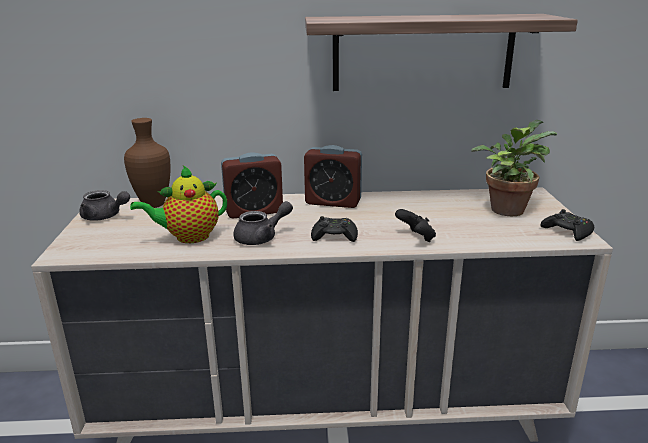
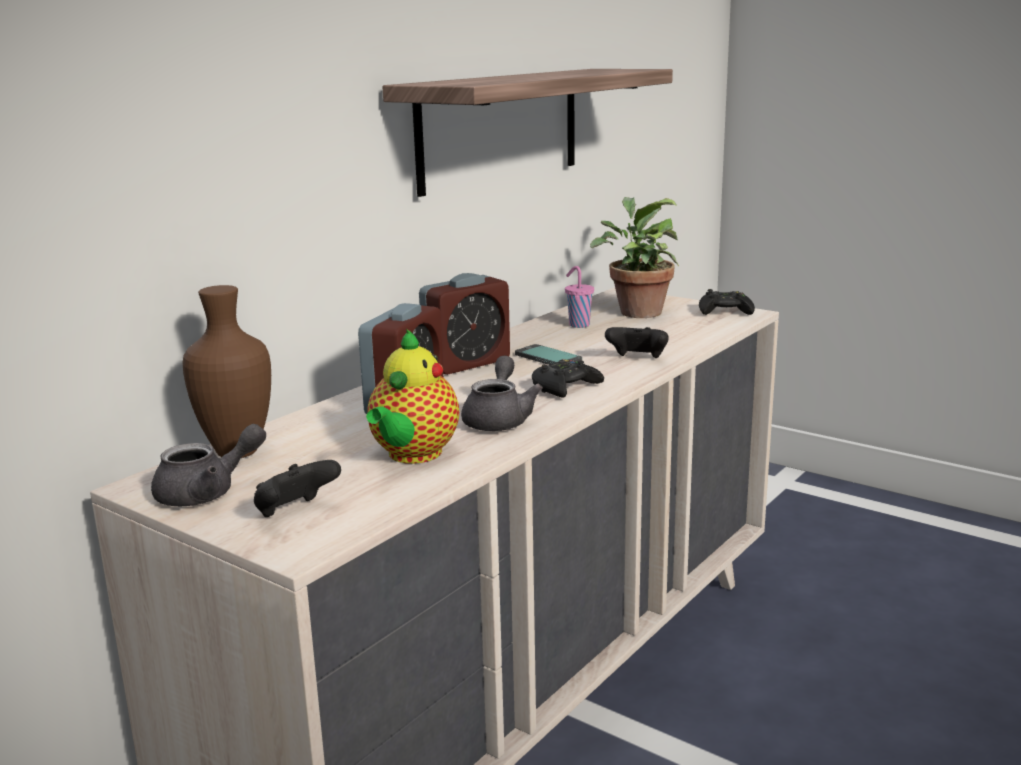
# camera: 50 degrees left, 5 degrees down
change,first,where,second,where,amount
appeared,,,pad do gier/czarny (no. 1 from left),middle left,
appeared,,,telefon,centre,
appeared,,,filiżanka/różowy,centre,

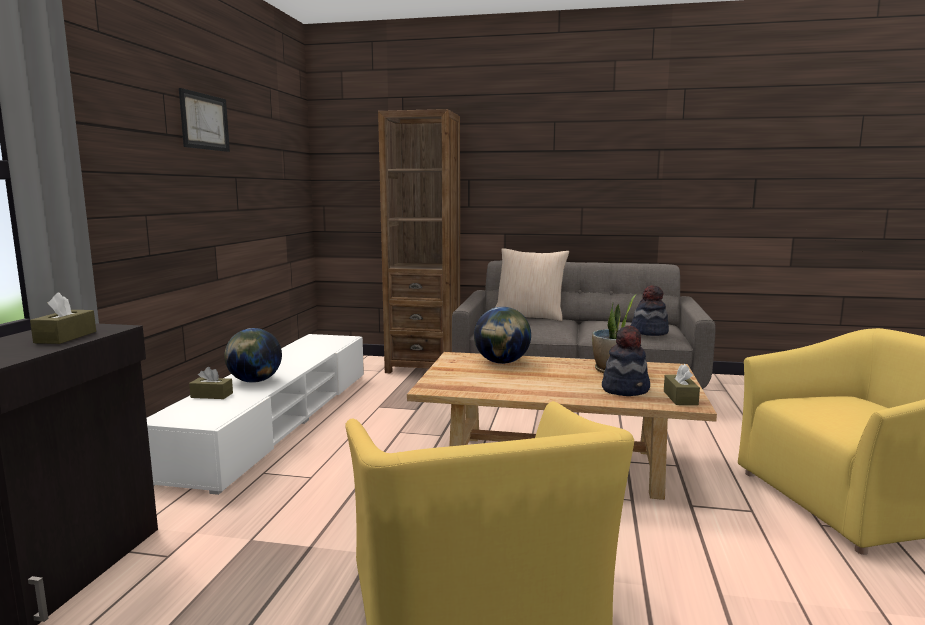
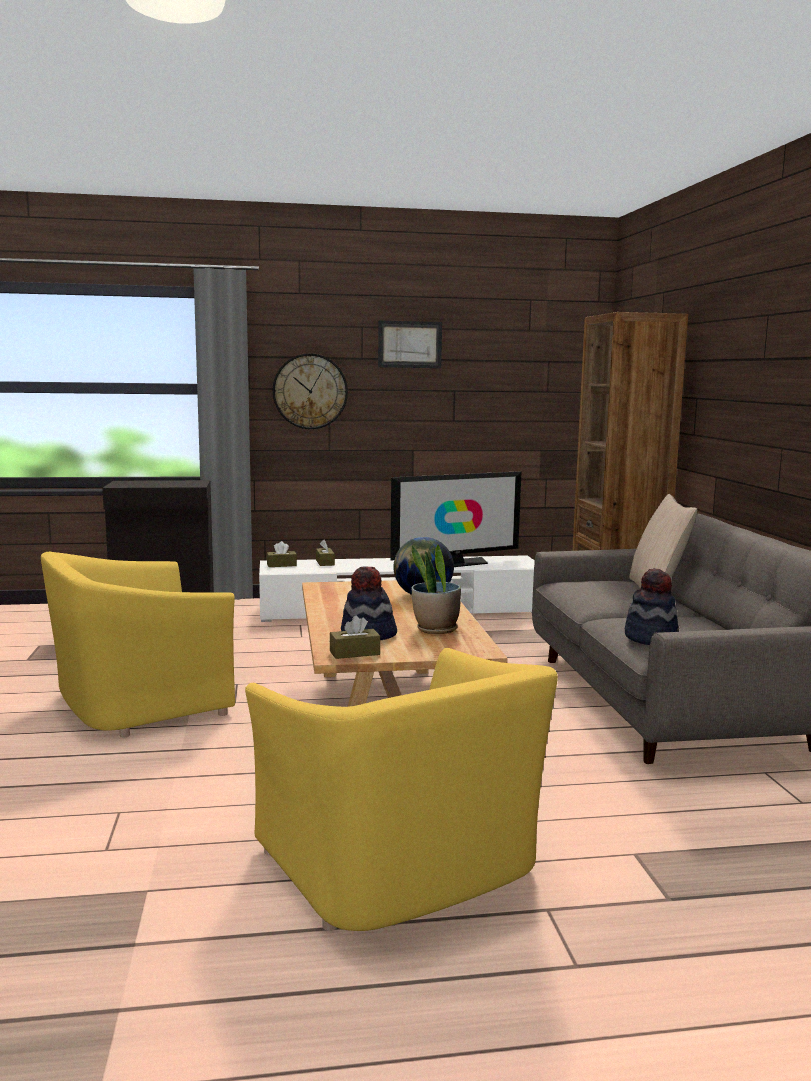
# camera: 70 degrees right, 0 degrees up
change,first,where,second,where,amount
relocated,pudełko chusteczek/brązowy (no. 1 from left),middle left,,centre,
missing,globus (no. 1 from left),middle left,,,
appeared,,,zegar ścienny,centre,
appeared,,,telewizor,centre,

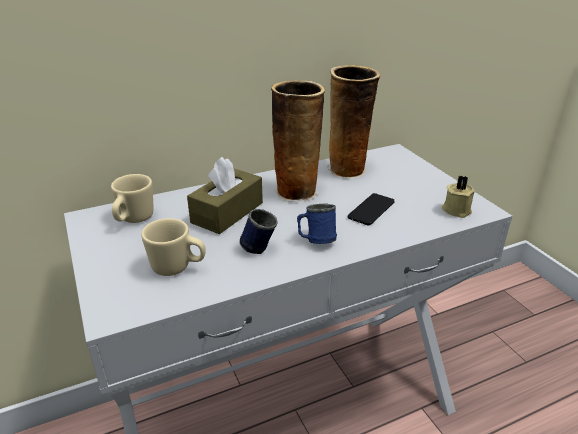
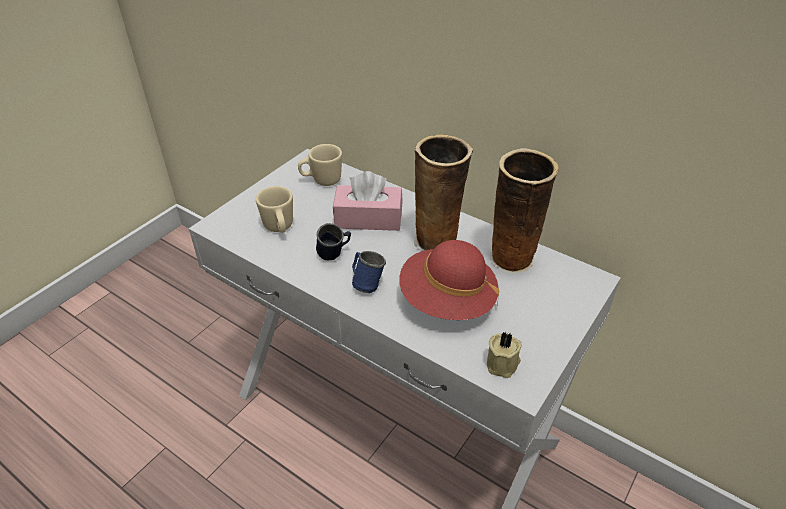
# camera: 60 degrees right, 10 degrees up
change,first,where,second,where,amount
colour,pudełko chusteczek/brązowy,centre,pudełko chusteczek/różowy,centre,
exchanged,telefon,centre,kapelusz/czerwony,centre,

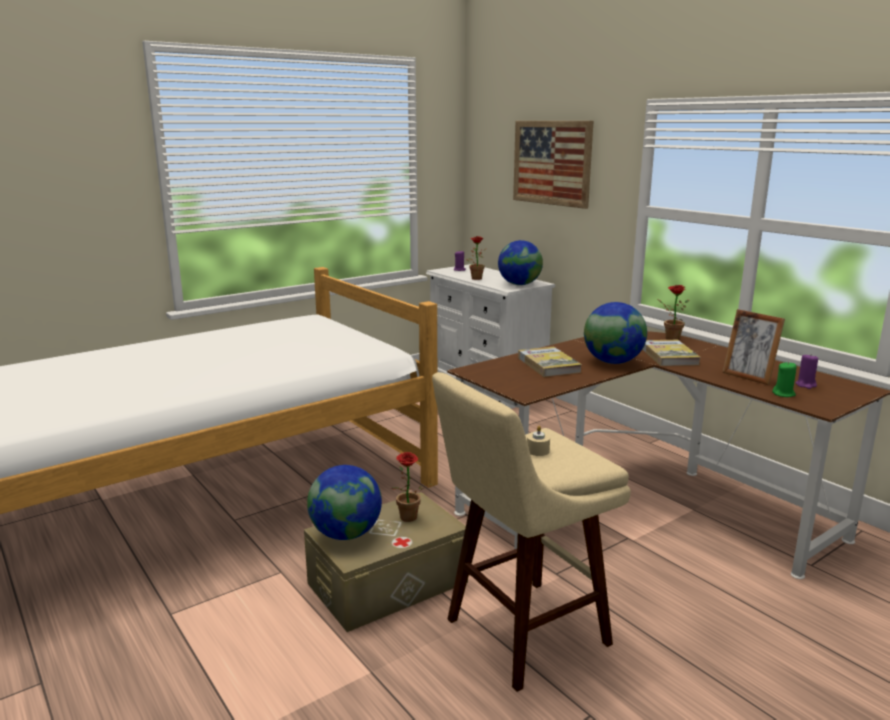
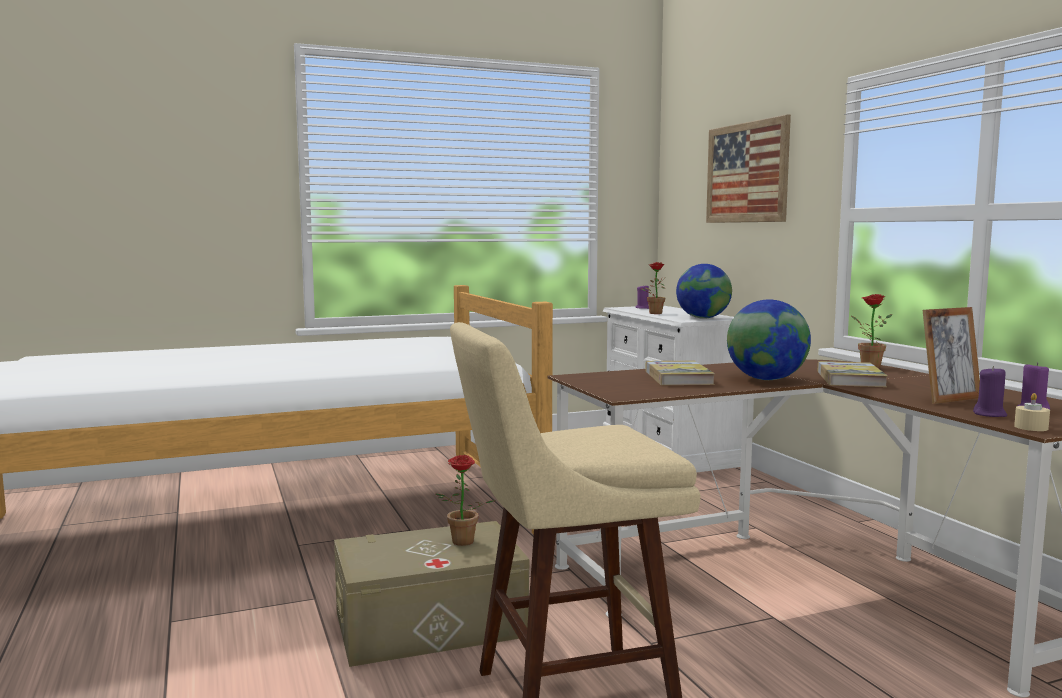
# camera: 15 degrees right, 10 degrees down
change,first,where,second,where,amount
missing,globus (no. 1 from left),bottom centre,,,
relocated,świeca/beżowy,centre,,middle right,
spun,ramka na zdjęcie,middle right,,middle right,90 degrees counterclockwise
colour,świeca/zielony,middle right,świeca/fioletowy (no. 2 from left),middle right,

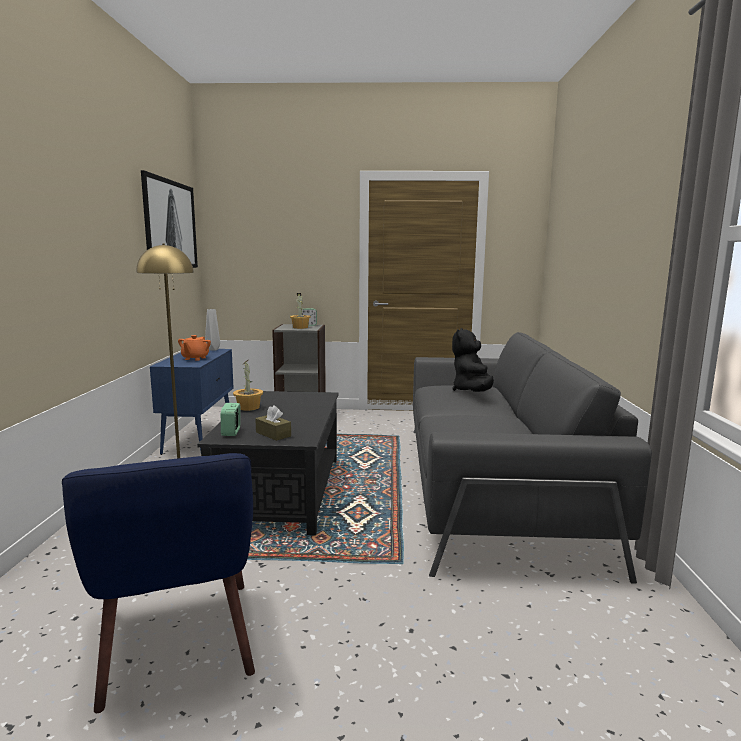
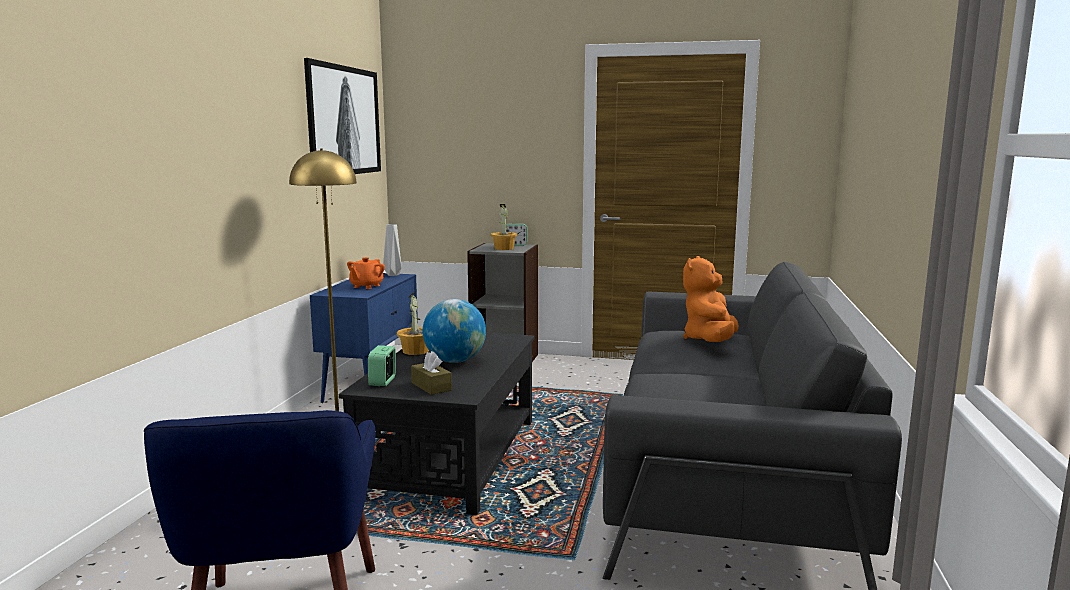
# camera: 10 degrees right, 0 degrees up
change,first,where,second,where,amount
colour,pluszak/czarny,centre,pluszak/pomarańczowy,centre,
appeared,,,globus,centre,

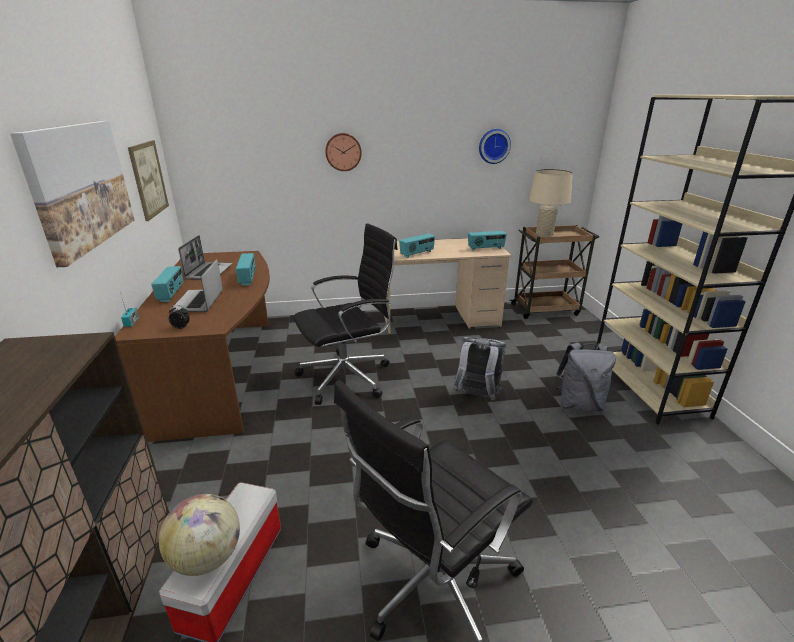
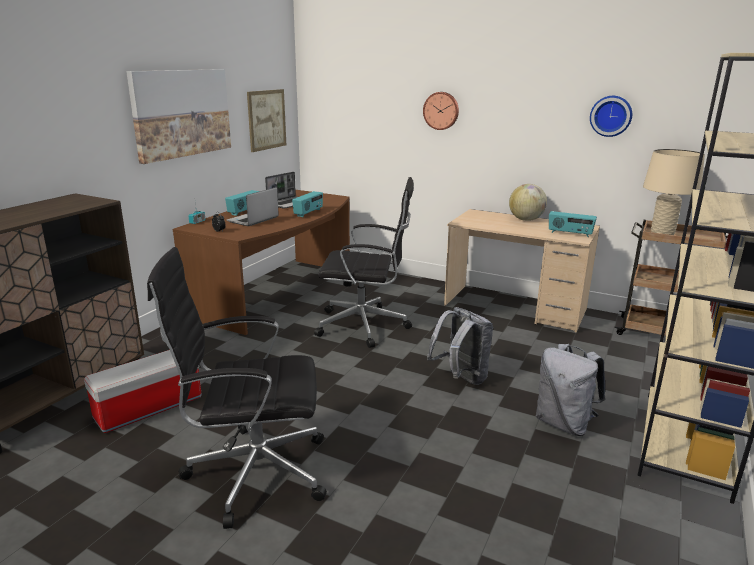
# camera: 35 degrees right, 5 degrees down
change,first,where,second,where,amount
relocated,globus,bottom left,,middle right,
missing,radio (no. 4 from left),centre,,,

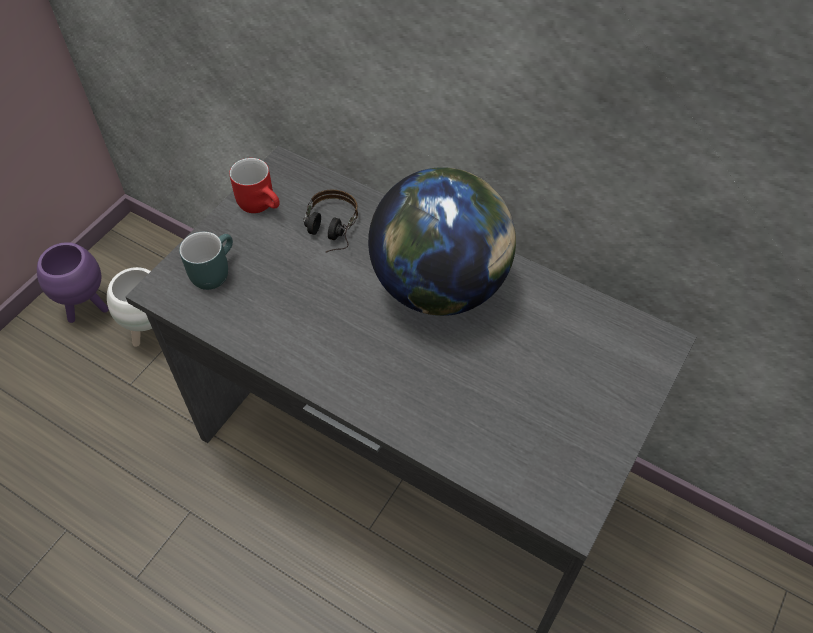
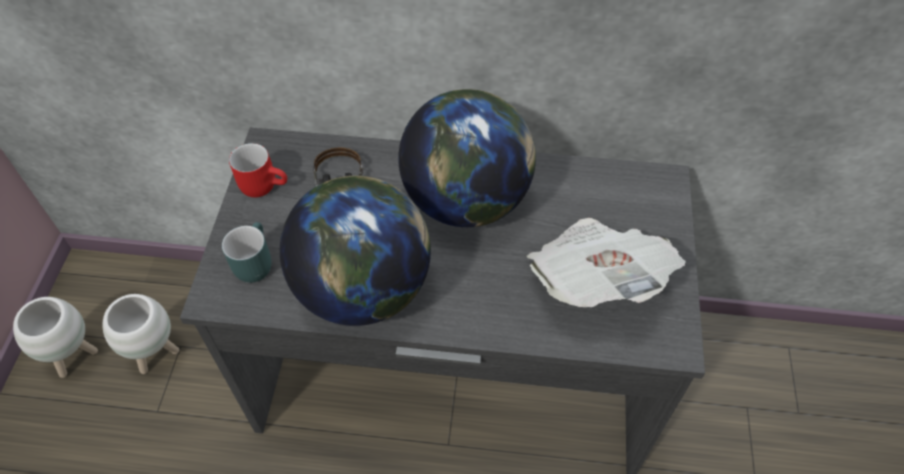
# camera: 25 degrees left, 0 degrees up
change,first,where,second,where,amount
colour,donica/fioletowy,middle left,donica/biały (no. 1 from left),bottom left,
appeared,,,globus (no. 1 from left),centre,
appeared,,,gazeta,middle right,

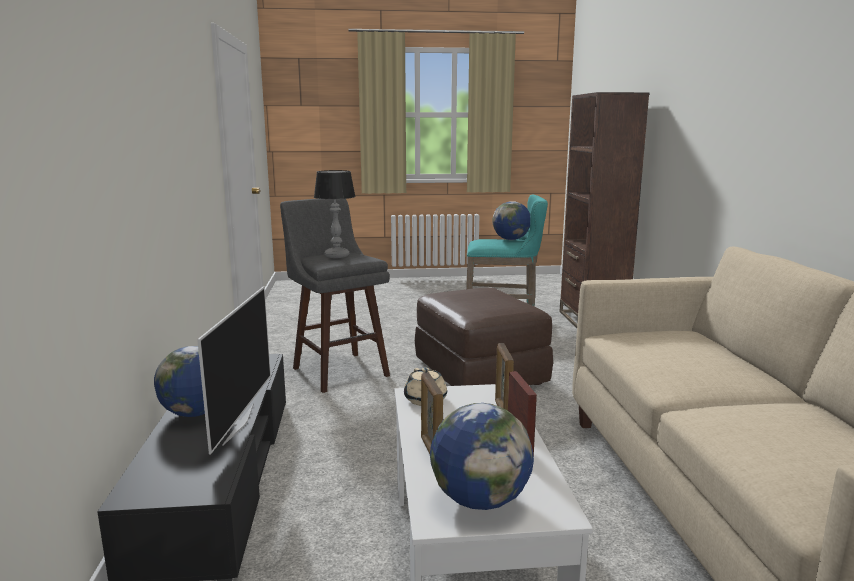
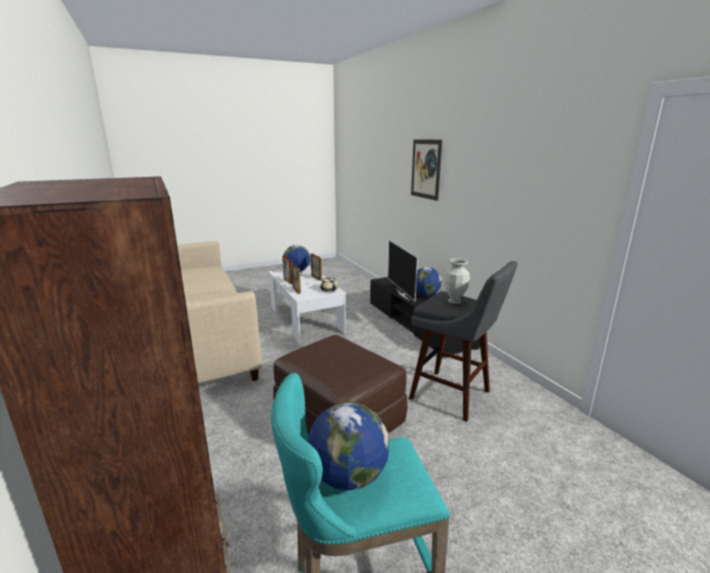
# camera: 160 degrees right, 5 degrees up
change,first,where,second,where,amount
exchanged,lampa stołowa,centre,wazon,centre,
appeared,,,obraz,top centre,

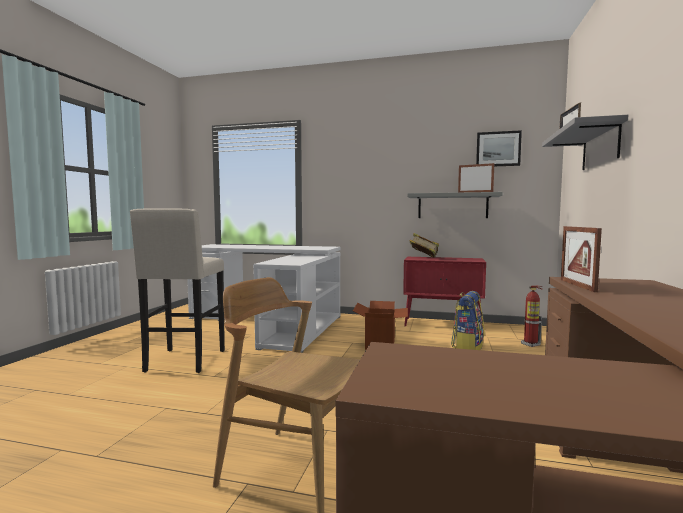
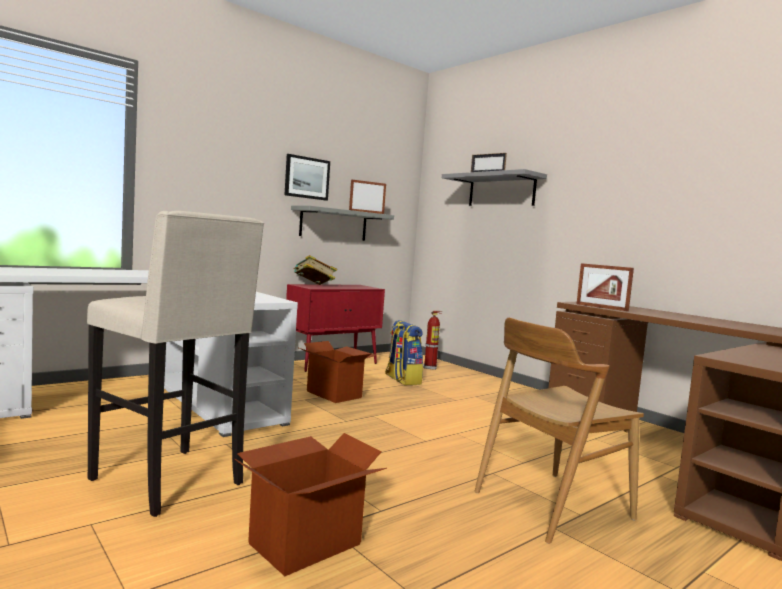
# camera: 55 degrees left, 0 degrees up
change,first,where,second,where,amount
relocated,obraz,top right,,top centre,
appeared,,,karton (no. 1 from left),bottom centre,

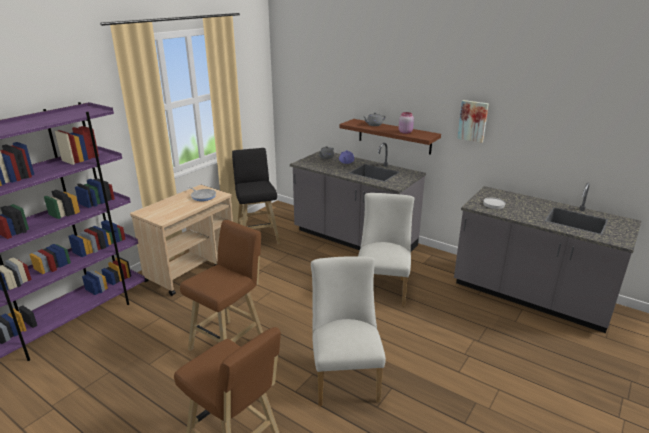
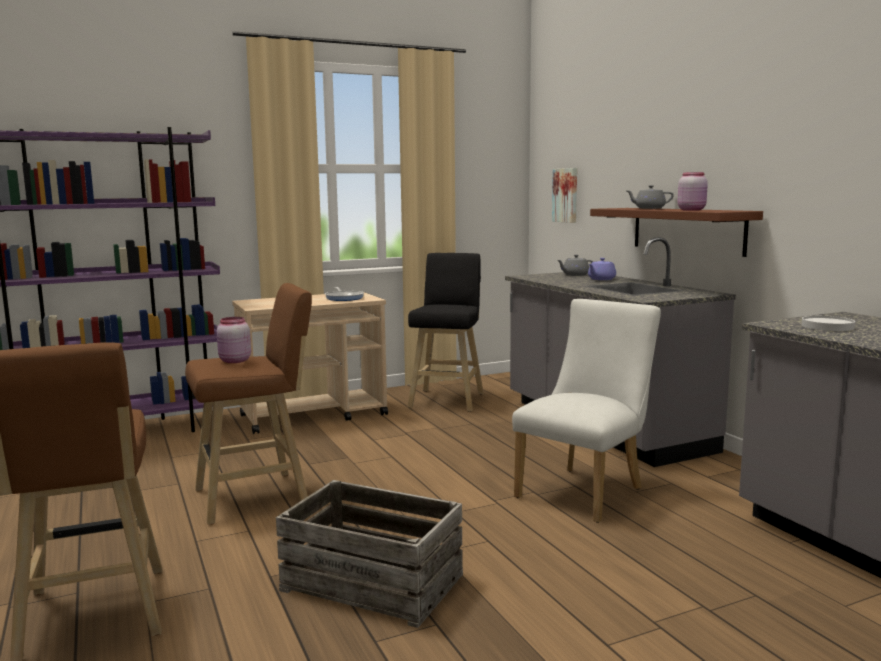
# camera: 30 degrees right, 15 degrees down
change,first,where,second,where,amount
exchanged,krzesło/biały (no. 1 from left),bottom centre,skrzynka,bottom centre,
relocated,obraz,top right,,top centre,
appeared,,,słoik/różowy (no. 1 from left),middle left,

